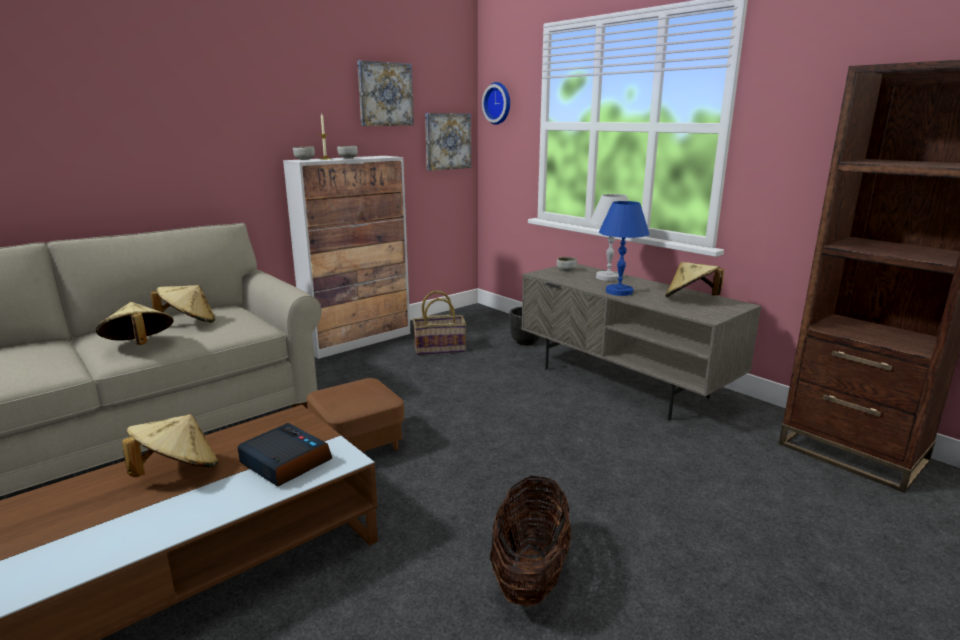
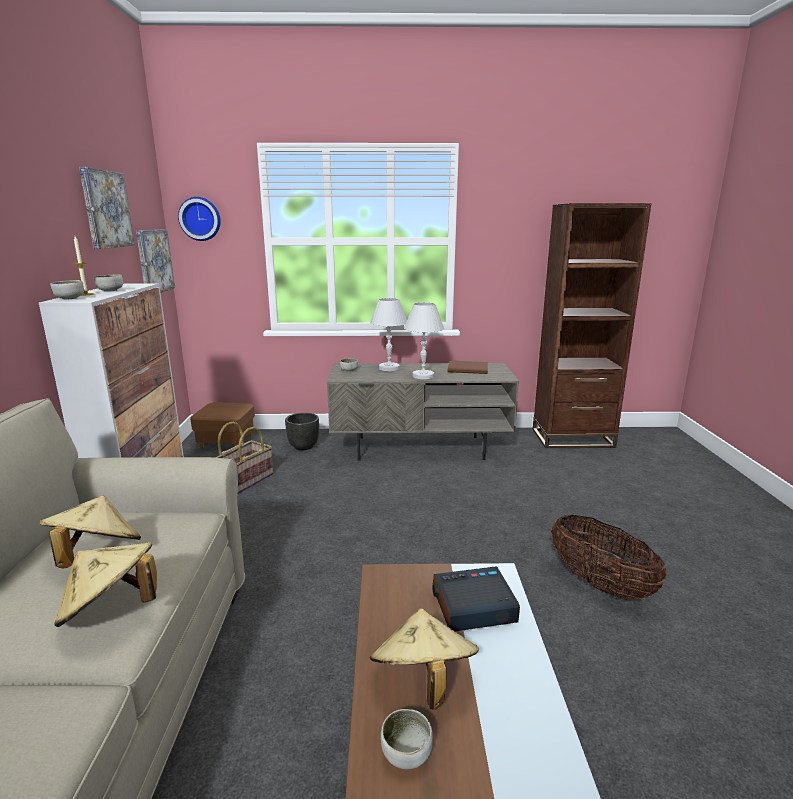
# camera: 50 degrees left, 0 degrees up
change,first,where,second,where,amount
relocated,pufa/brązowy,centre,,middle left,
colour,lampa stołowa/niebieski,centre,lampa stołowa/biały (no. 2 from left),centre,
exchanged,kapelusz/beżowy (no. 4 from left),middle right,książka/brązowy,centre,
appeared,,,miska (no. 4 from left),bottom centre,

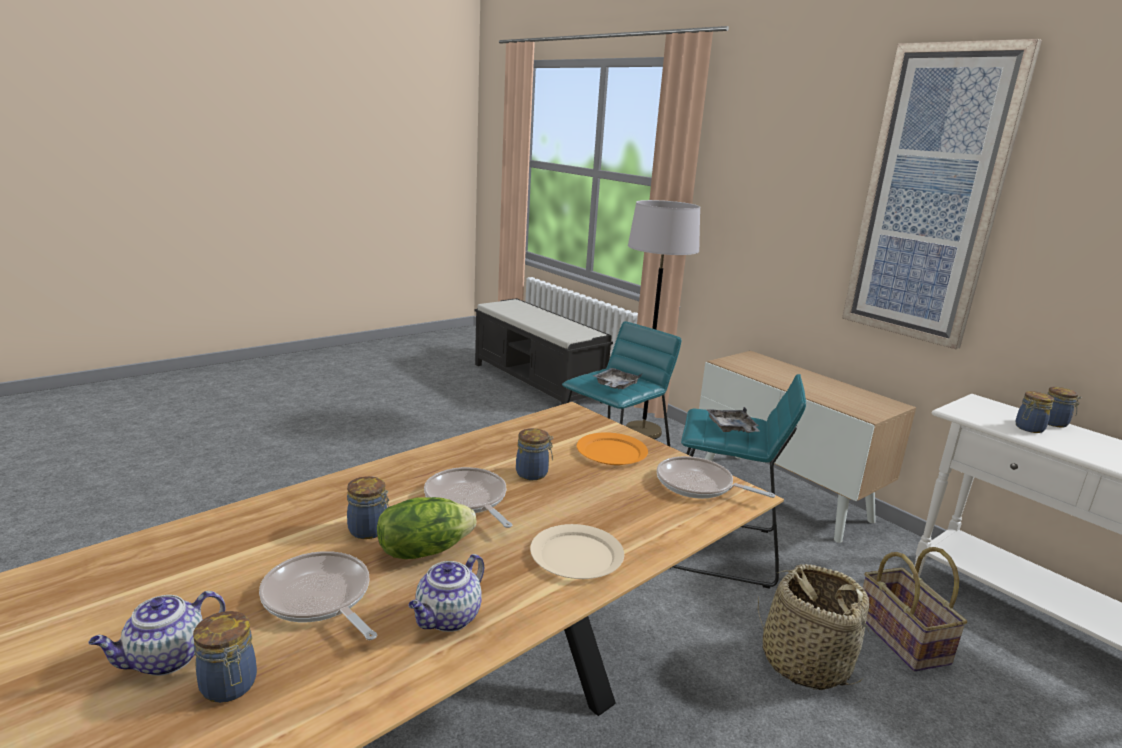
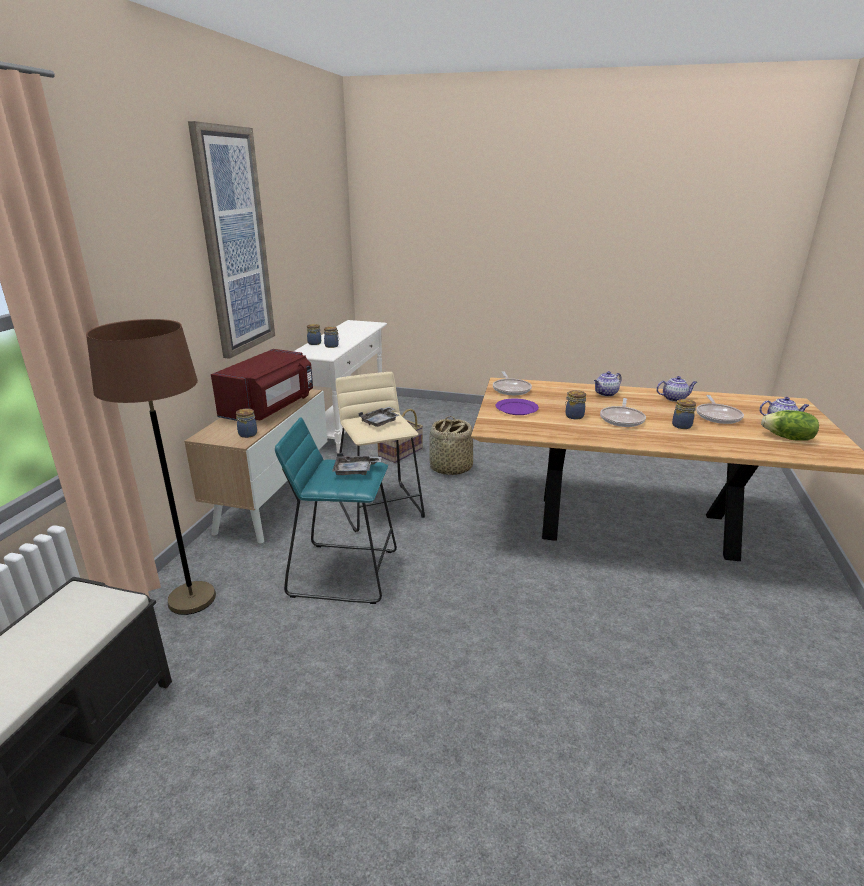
# camera: 125 degrees left, 5 degrees up
change,first,where,second,where,amount
relocated,słoik (no. 1 from left),bottom left,,middle left,
relocated,sałata,bottom centre,,middle right,
exchanged,talerz/beżowy,bottom centre,imbryk (no. 1 from left),middle right,
colour,talerz/pomarańczowy,centre,talerz/fioletowy,centre,
colour,lampa stojąca/szary,centre,lampa stojąca/brązowy,middle left,
colour,stołek/turkusowy (no. 2 from left),centre,stołek/beżowy,centre,
appeared,,,mikrofalówka/czerwony,middle left,

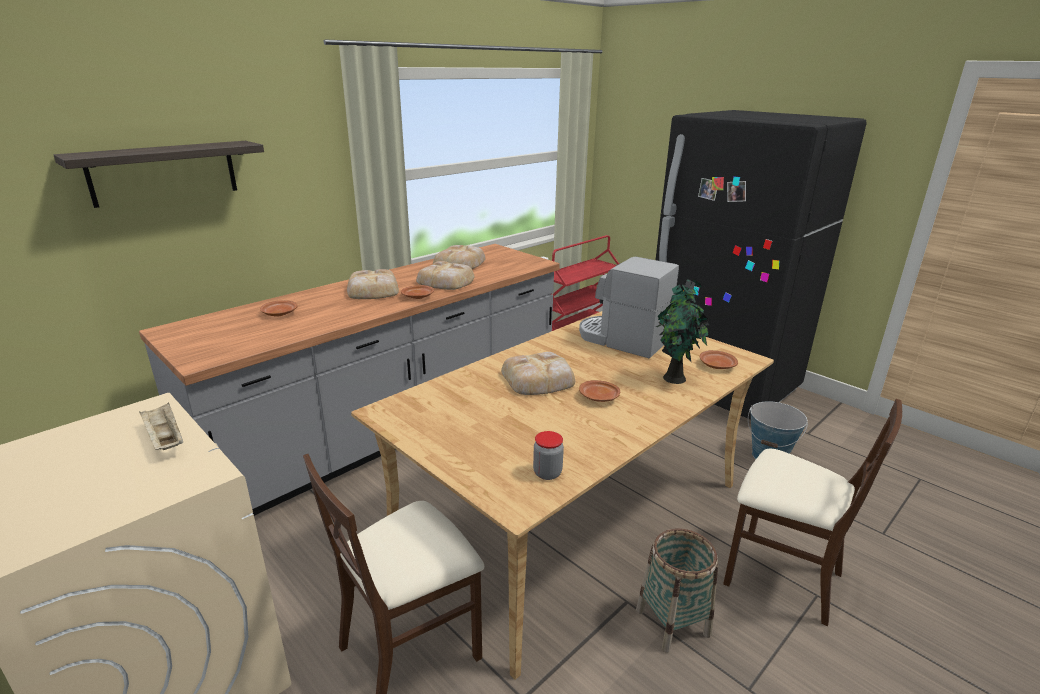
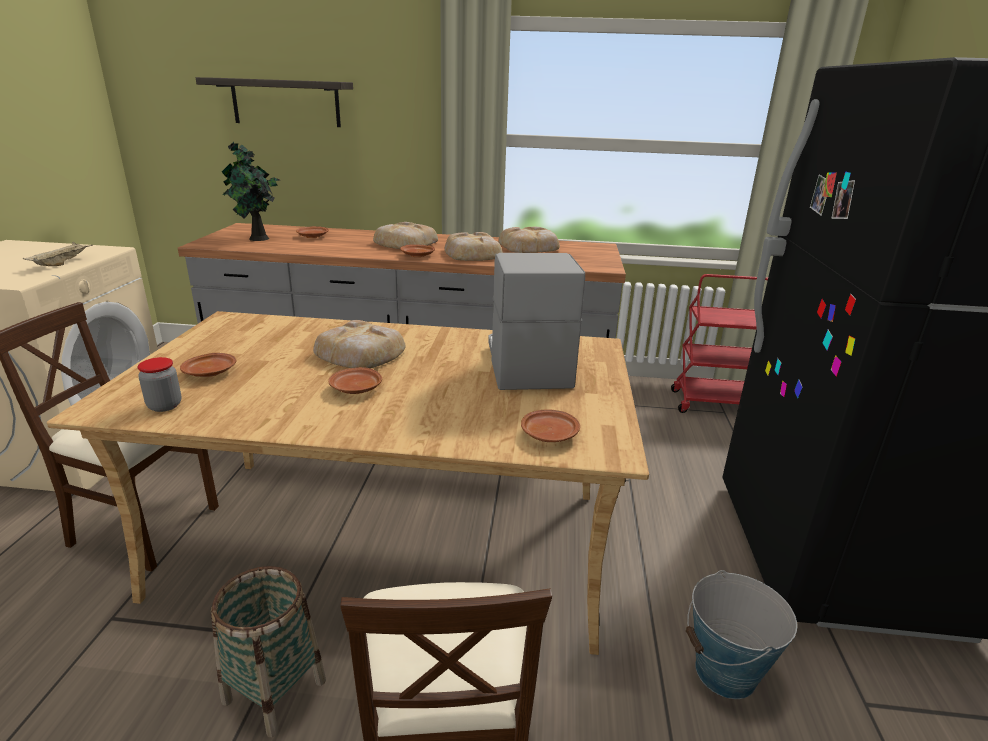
# camera: 50 degrees right, 0 degrees up
change,first,where,second,where,amount
relocated,roślina doniczkowa,centre,,top left,
appeared,,,talerz/brązowy (no. 1 from left),middle left,

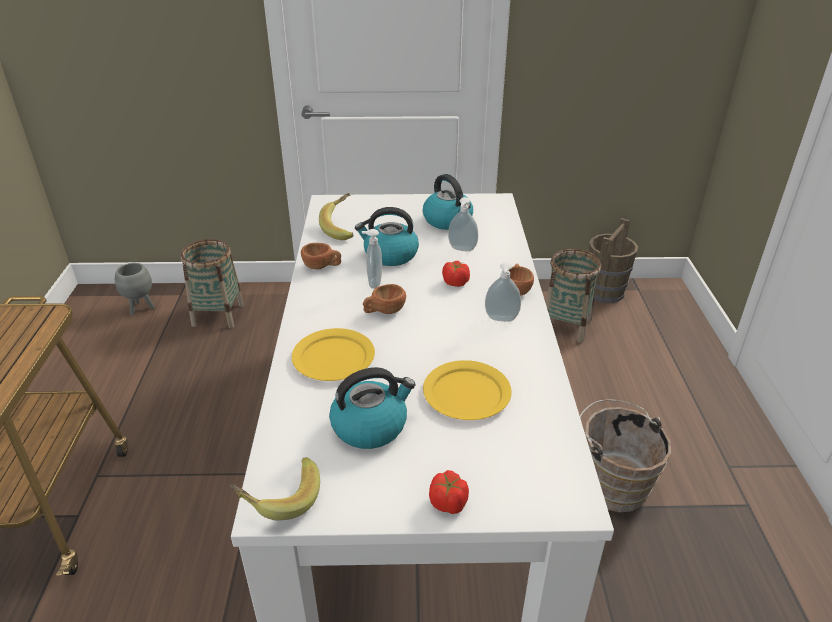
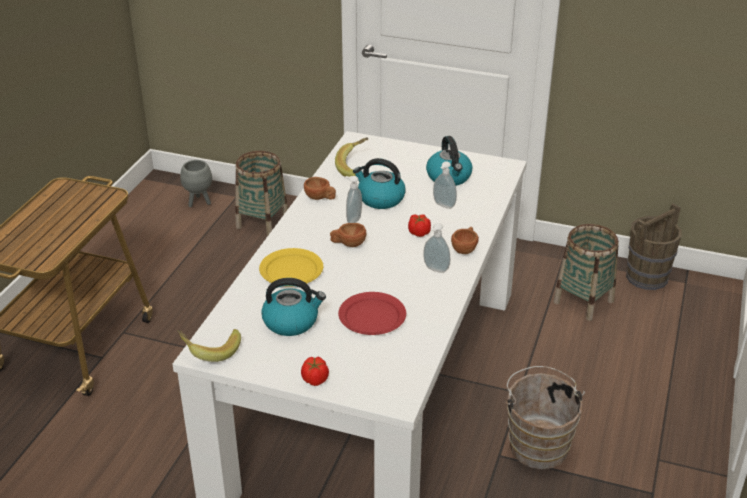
# camera: 20 degrees right, 0 degrees up
change,first,where,second,where,amount
colour,talerz/żółty (no. 2 from left),centre,talerz/czerwony,centre,

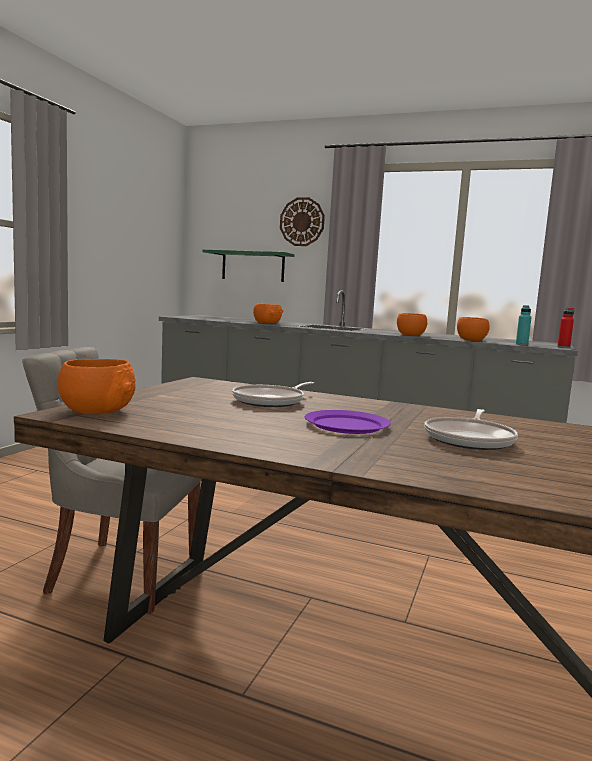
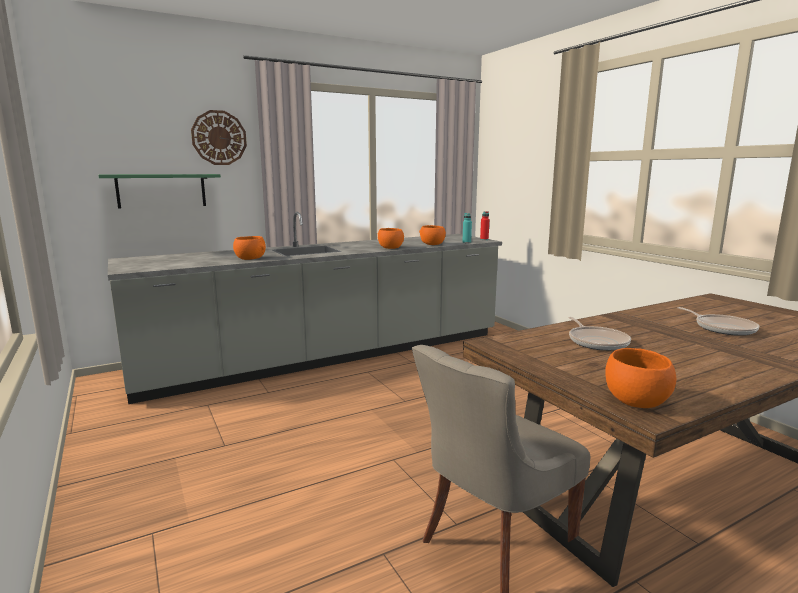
# camera: 50 degrees left, 5 degrees up
change,first,where,second,where,amount
missing,talerz/fioletowy,centre,,,

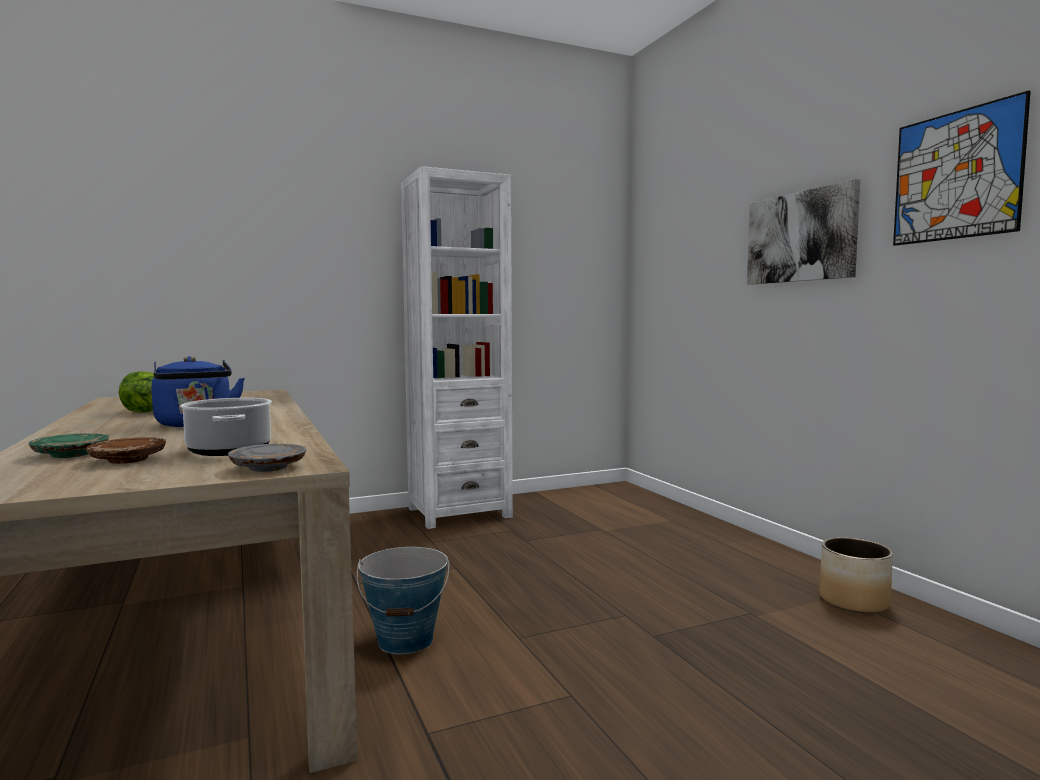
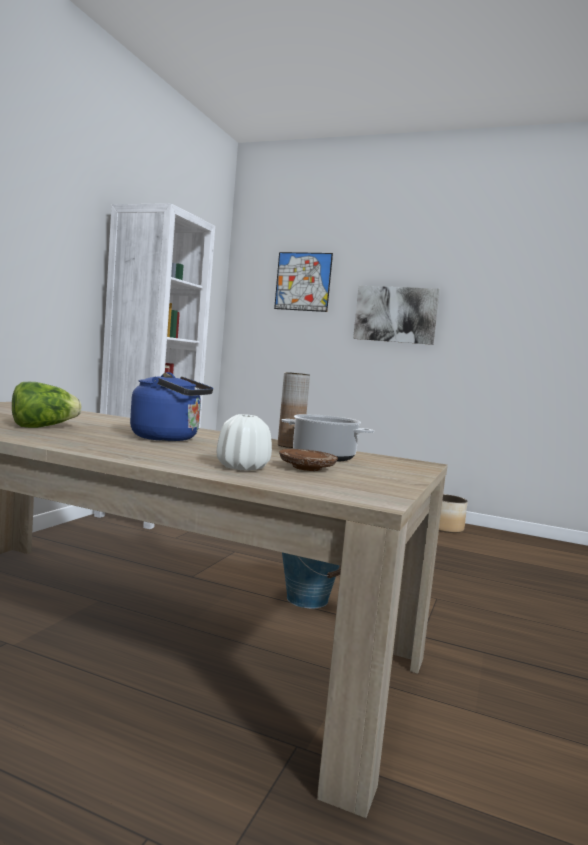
# camera: 45 degrees left, 0 degrees up
change,first,where,second,where,amount
exchanged,talerz/zielony,middle left,wazon/biały,centre,
missing,talerz/szary,middle left,,,
relocated,obraz (no. 2 from left in the first image),top right,obraz (no. 1 from left),centre,
appeared,,,wazon/brązowy,centre,

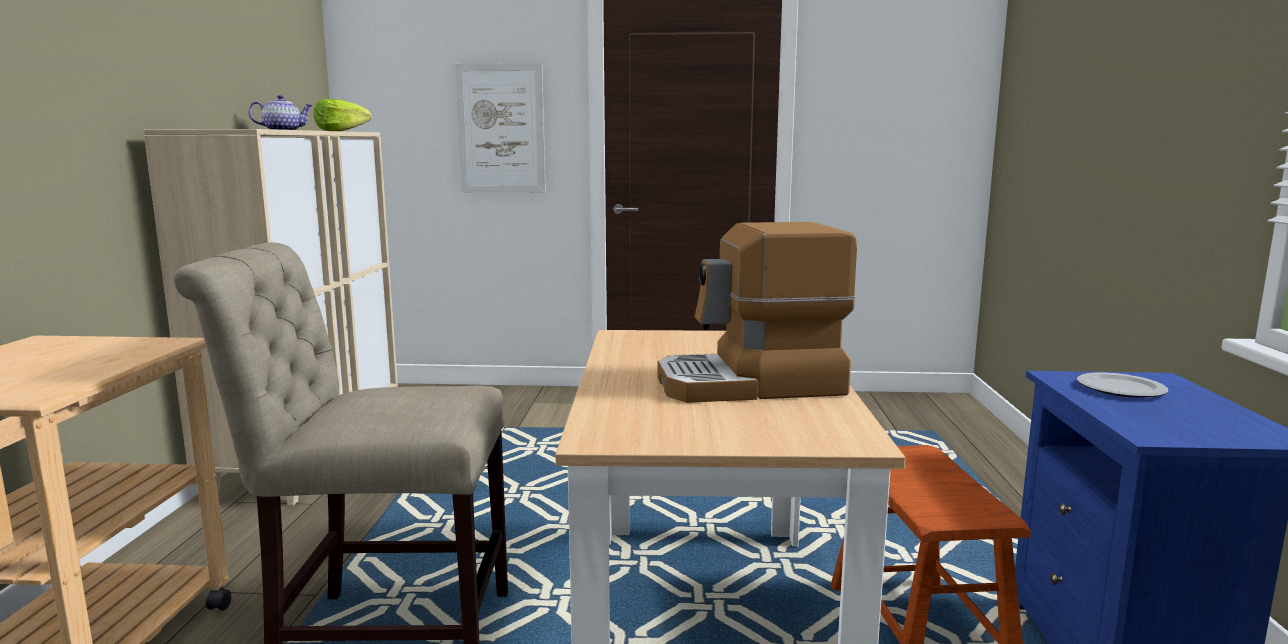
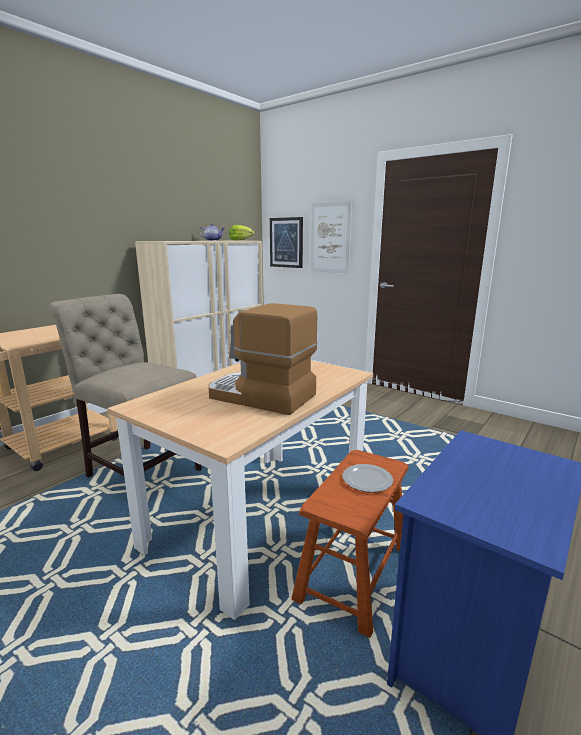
# camera: 35 degrees right, 5 degrees up
change,first,where,second,where,amount
relocated,talerz,middle right,,centre,
appeared,,,obraz (no. 1 from left),top centre,

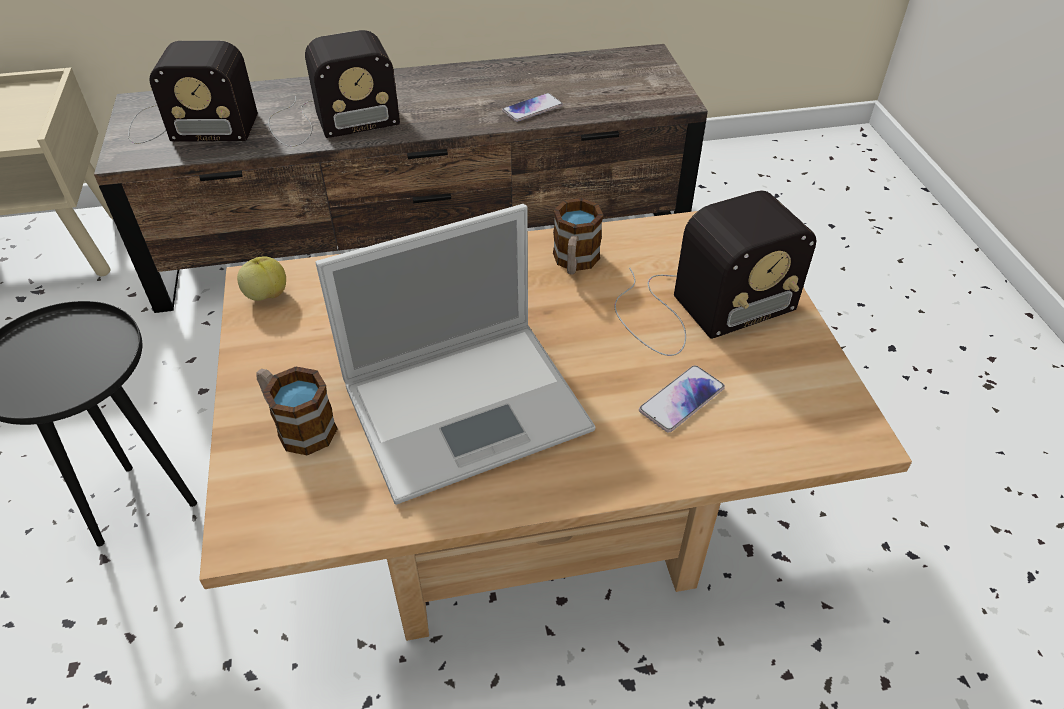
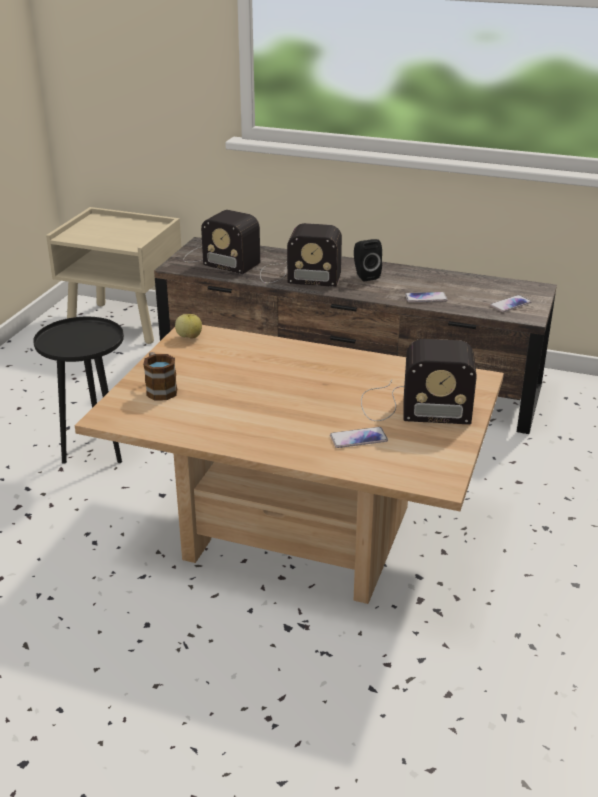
# camera: 30 degrees right, 15 degrees down
change,first,where,second,where,amount
missing,laptop,centre,,,
missing,kubek (no. 2 from left),top centre,,,
appeared,,,głośnik/czarny,top centre,
appeared,,,telefon (no. 3 from left),middle right,

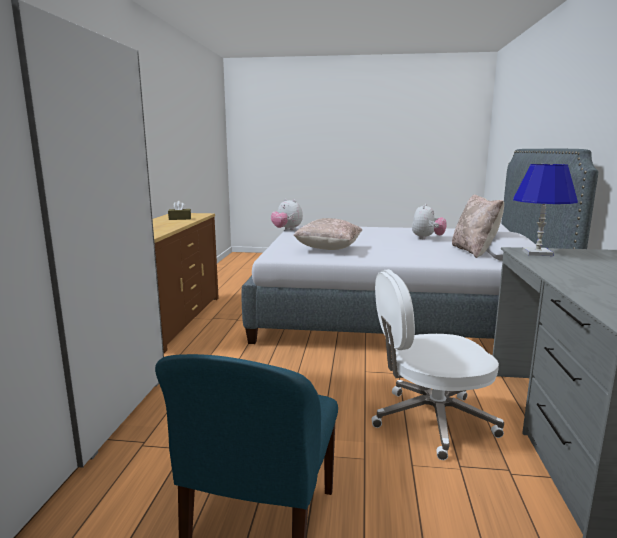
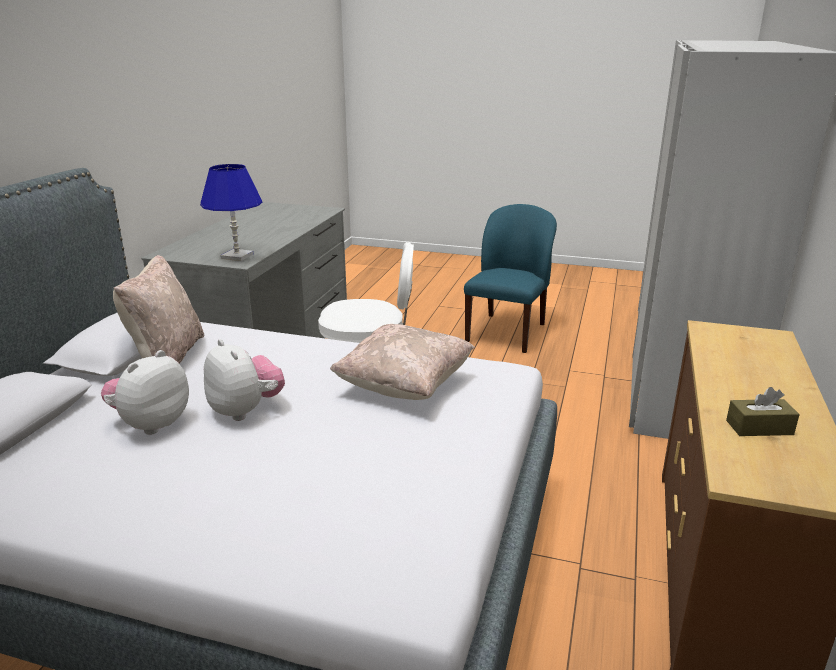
# camera: 170 degrees left, 10 degrees up
change,first,where,second,where,amount
relocated,pluszak (no. 1 from left in the first image),centre,pluszak (no. 2 from left),middle left,

